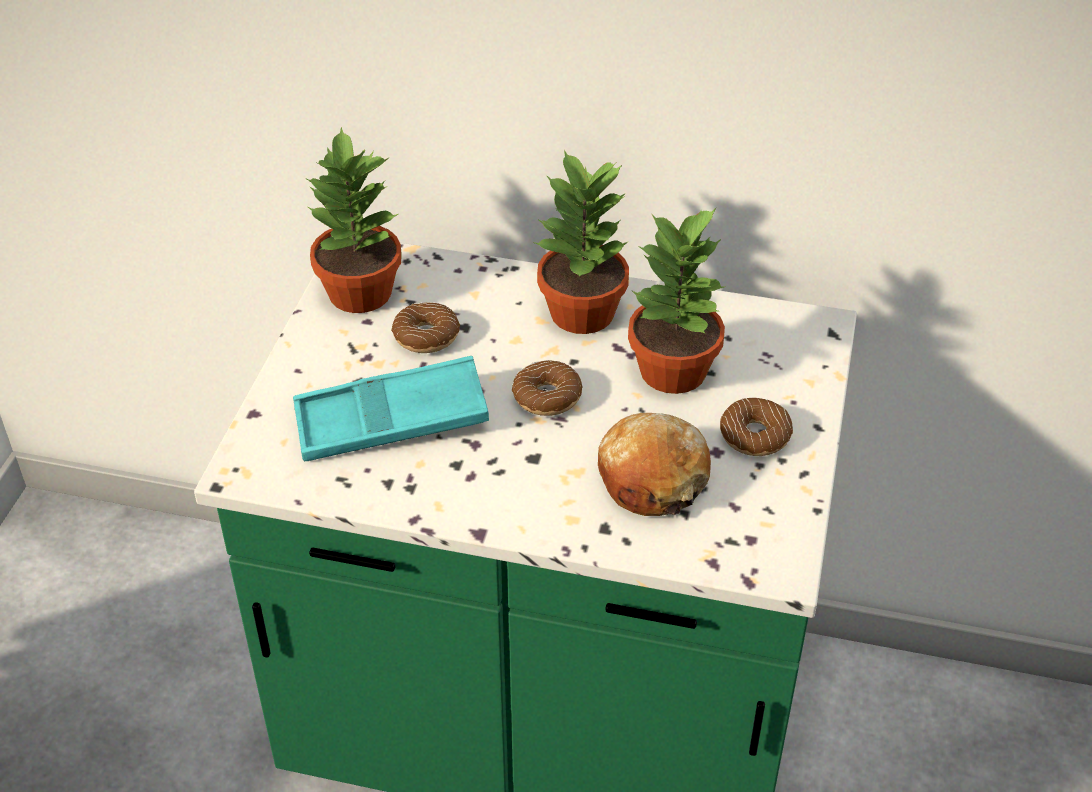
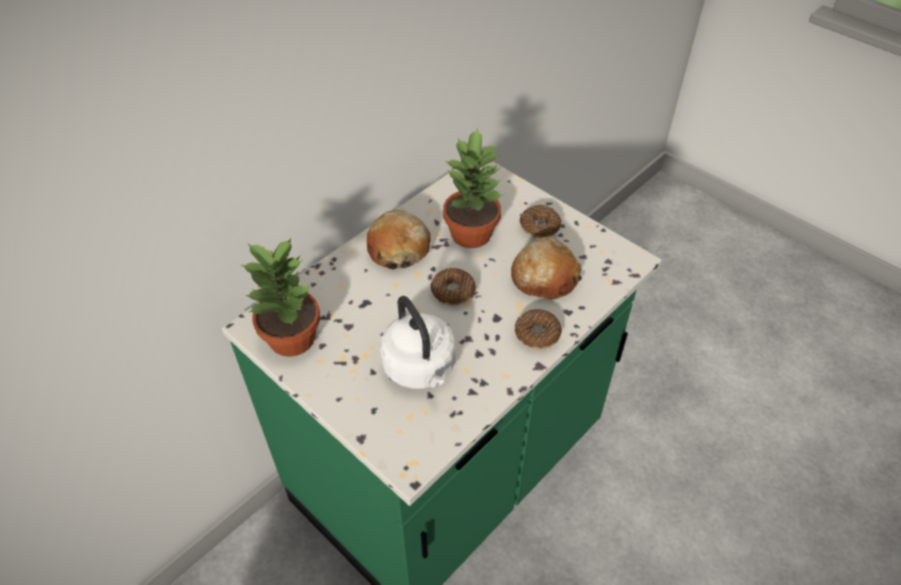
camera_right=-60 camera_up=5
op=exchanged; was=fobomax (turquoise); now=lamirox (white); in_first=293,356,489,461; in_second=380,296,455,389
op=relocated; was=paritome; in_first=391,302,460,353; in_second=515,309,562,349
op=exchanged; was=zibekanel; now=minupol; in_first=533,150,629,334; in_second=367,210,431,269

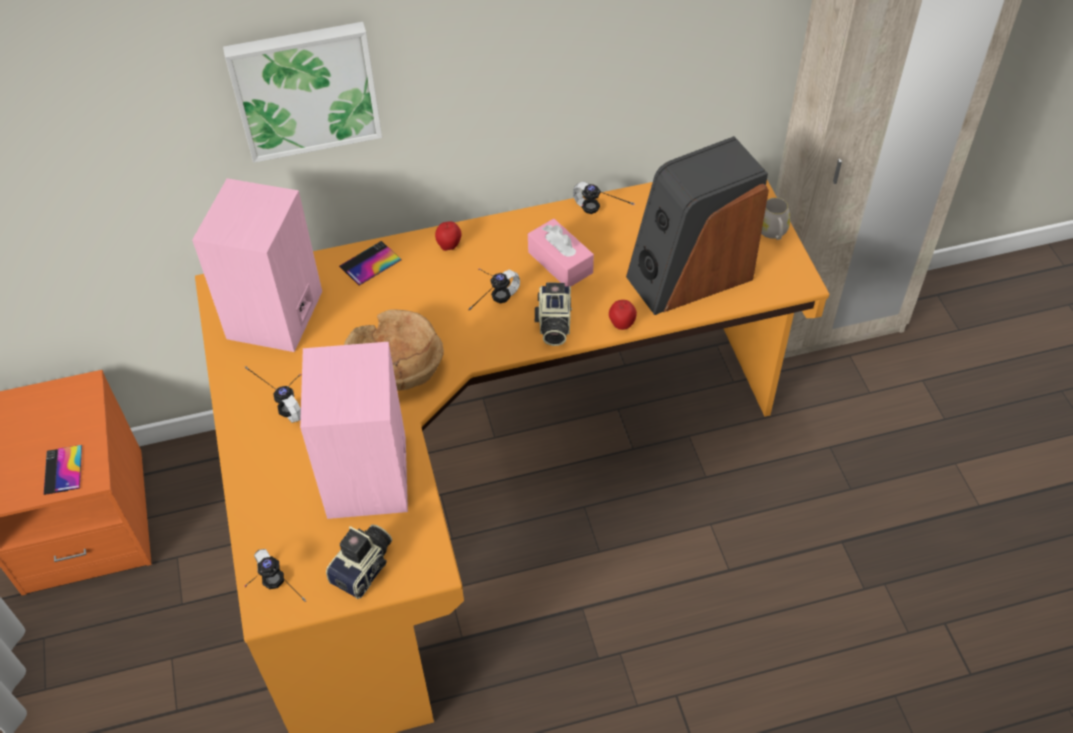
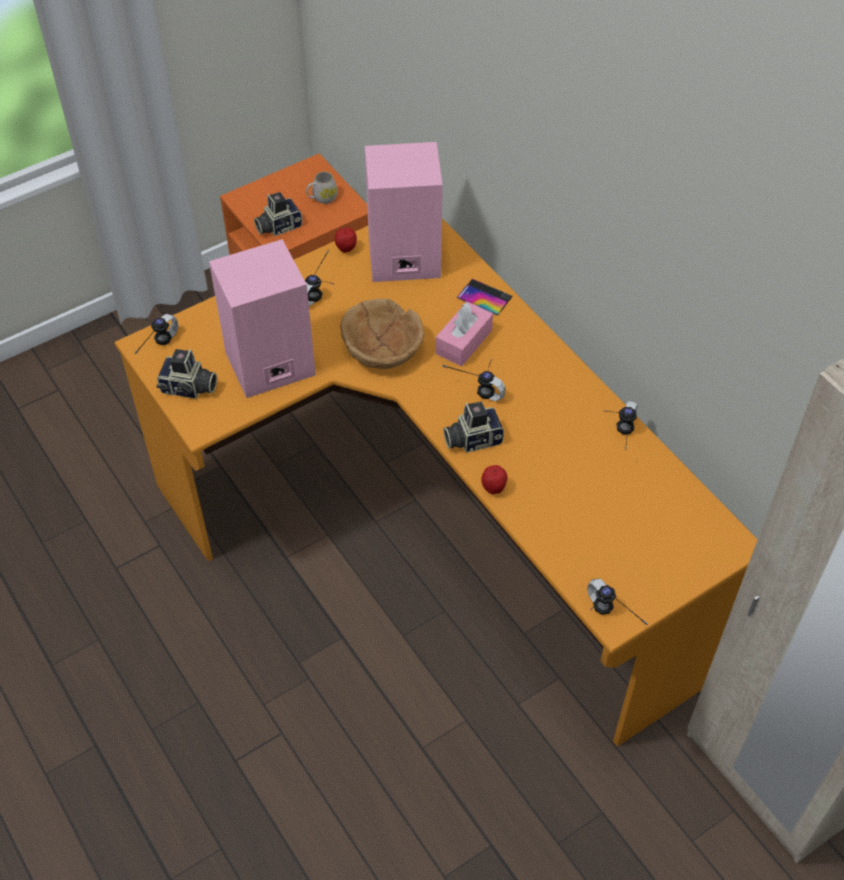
camera_right=70 camera_up=0
op=exchanged; was=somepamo; now=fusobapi; in_first=44,445,82,495; in_second=254,192,302,236
op=missing; was=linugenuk; in_first=223,22,382,163
op=relocated; was=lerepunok; in_first=435,222,462,251; in_second=335,227,357,253
op=relocated; was=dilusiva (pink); in_first=528,219,594,287; in_second=436,301,493,366
op=missing; was=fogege; in_first=626,136,769,315
op=relocated; was=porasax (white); in_first=761,198,790,240; in_second=306,172,338,204
op=appeared; now=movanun; in_second=587,579,648,625

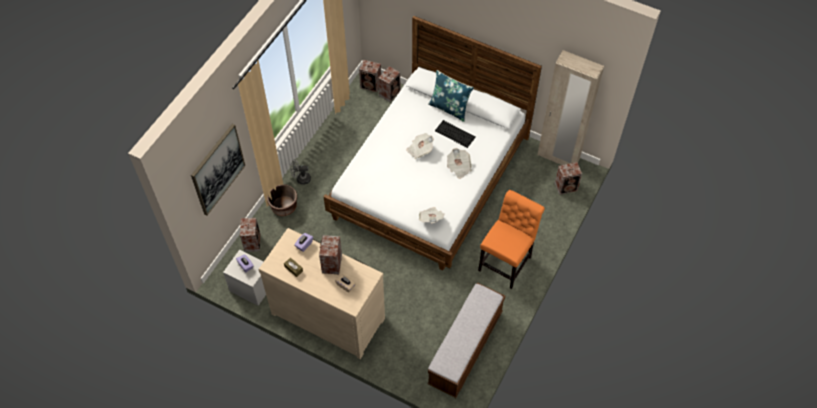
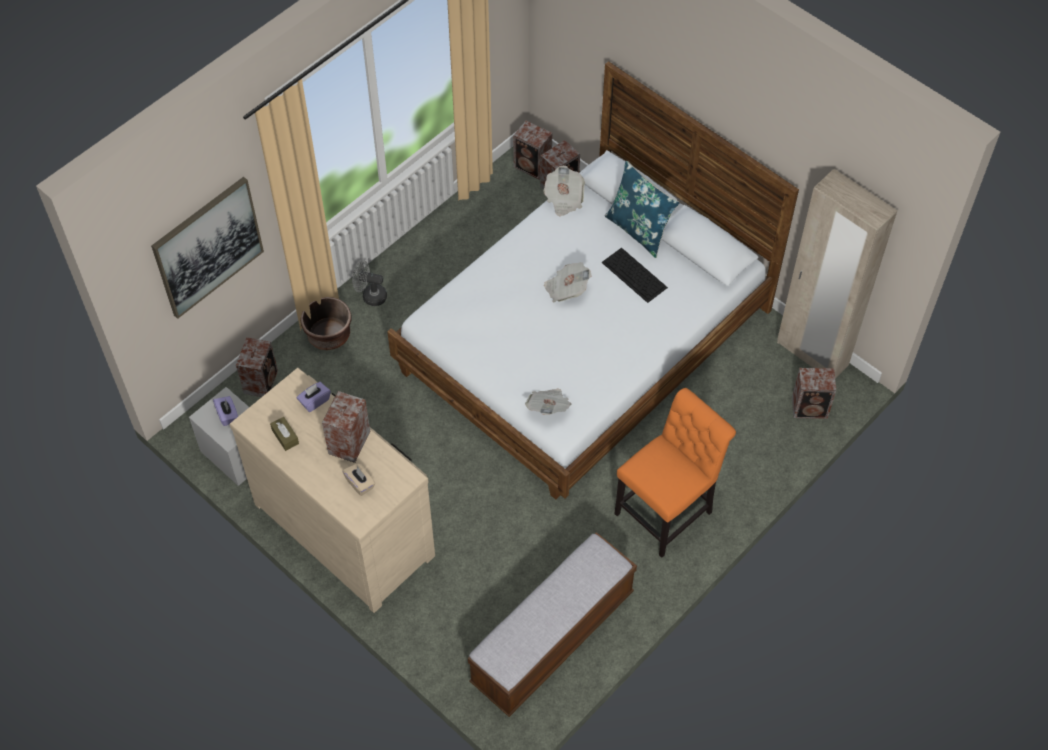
camera_right=15 camera_up=0
op=relocated; was=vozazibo; in_first=447,148,472,179; in_second=543,166,585,216

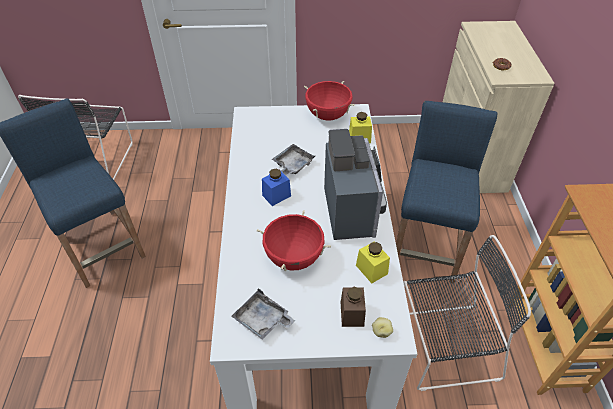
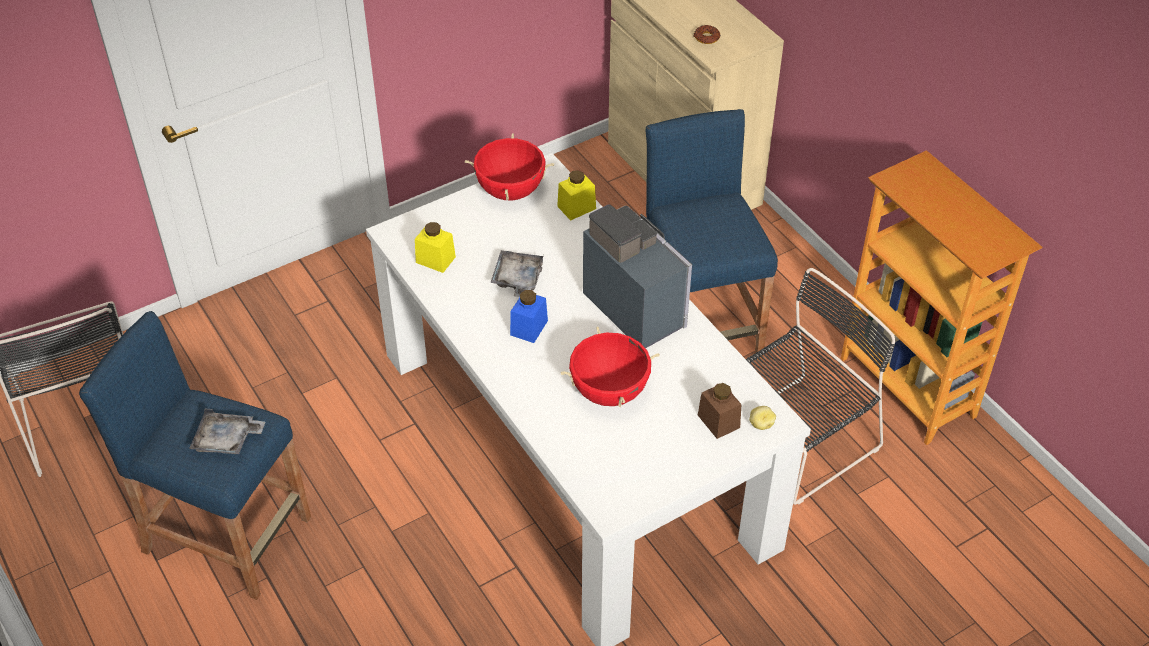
camera_right=-30 camera_up=0
op=relocated; was=fobomax (grey); in_first=232,288,295,340; in_second=189,408,265,454
op=relocated; was=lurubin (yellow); in_first=356,241,390,283; in_second=415,222,456,273

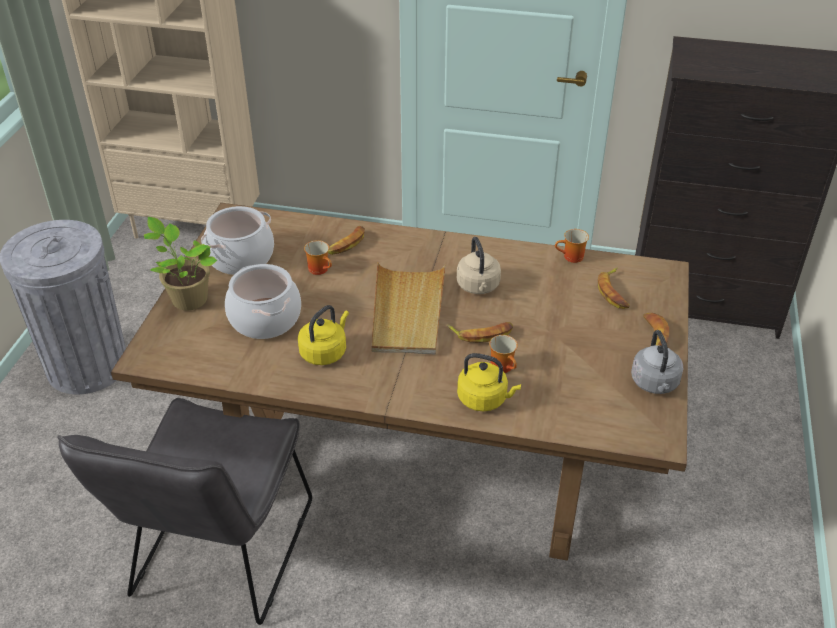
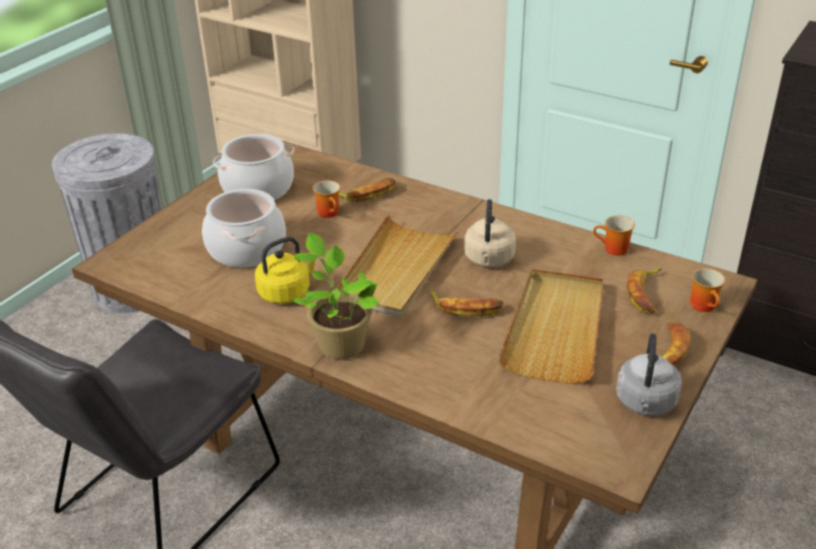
camera_right=20 camera_up=-5
op=relocated; was=zibekanel; in_first=144,217,217,310; in_second=292,233,379,360
op=missing; was=lamirox (yellow); in_first=457,353,521,412
op=relocated; was=porasax; in_first=489,335,518,373; in_second=690,268,725,312
op=appeared; now=fobomax (beige); in_second=498,269,603,384

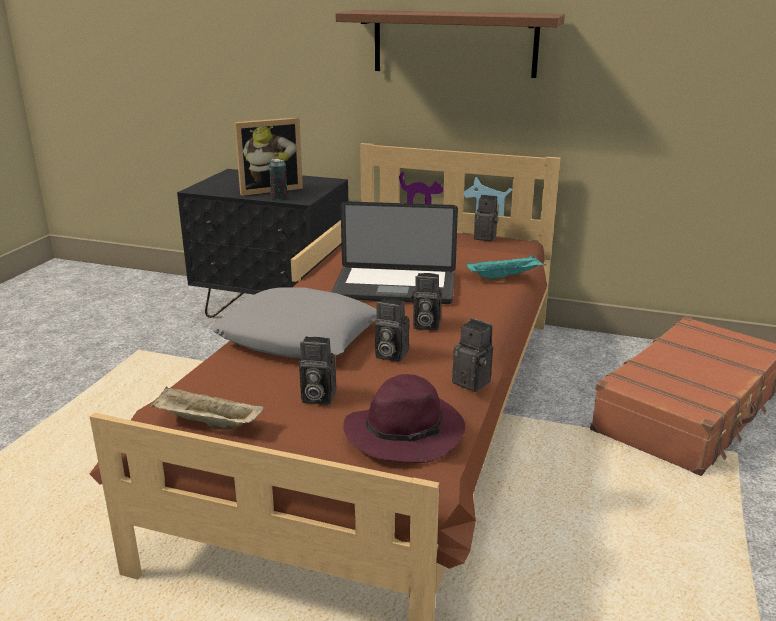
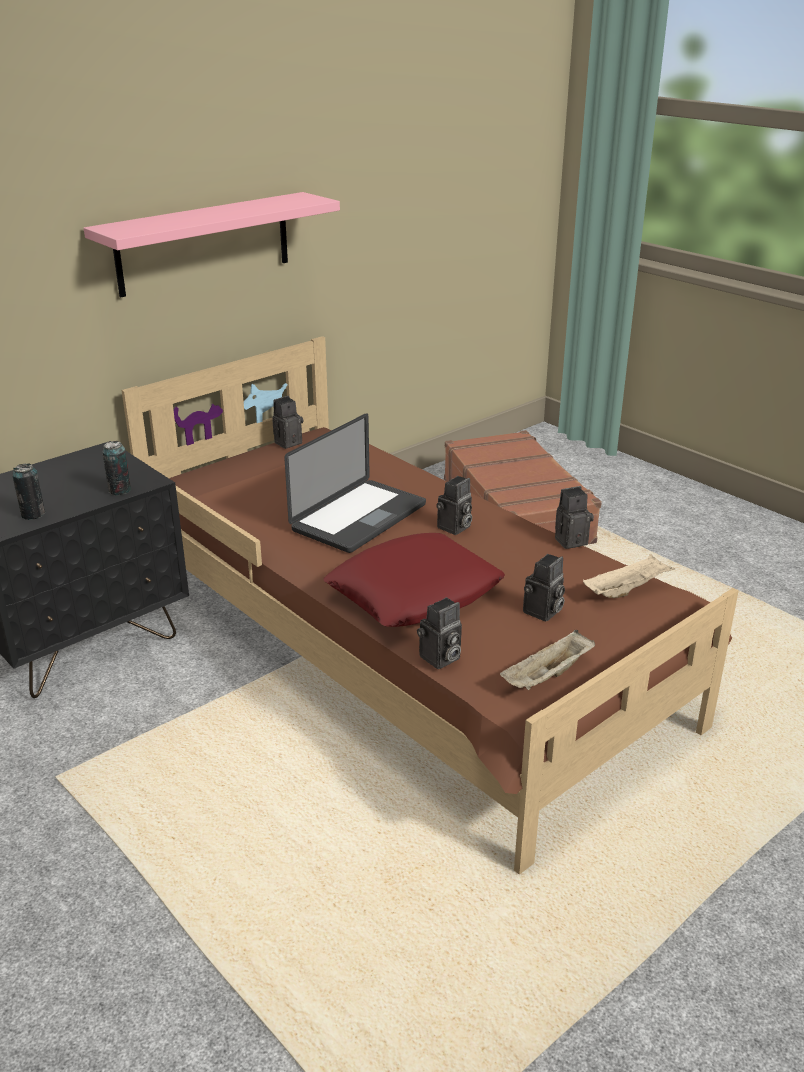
camera_right=-60 camera_up=5
op=colour; was=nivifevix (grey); now=nivifevix (red); in_first=210,287,377,358; in_second=323,533,505,627
op=missing; was=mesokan; in_first=234,117,303,196
op=colour; was=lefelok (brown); now=lefelok (pink); in_first=336,10,565,78; in_second=84,192,340,297
op=exchanged; was=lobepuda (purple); now=fobomax (beige); in_first=343,374,465,463; in_second=583,554,676,598
op=relocated; was=fusobapi; in_first=375,299,409,362; in_second=417,597,462,669
op=missing; was=fobomax (turquoise); in_first=466,254,546,281
op=appeared; now=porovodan; in_second=12,463,45,520

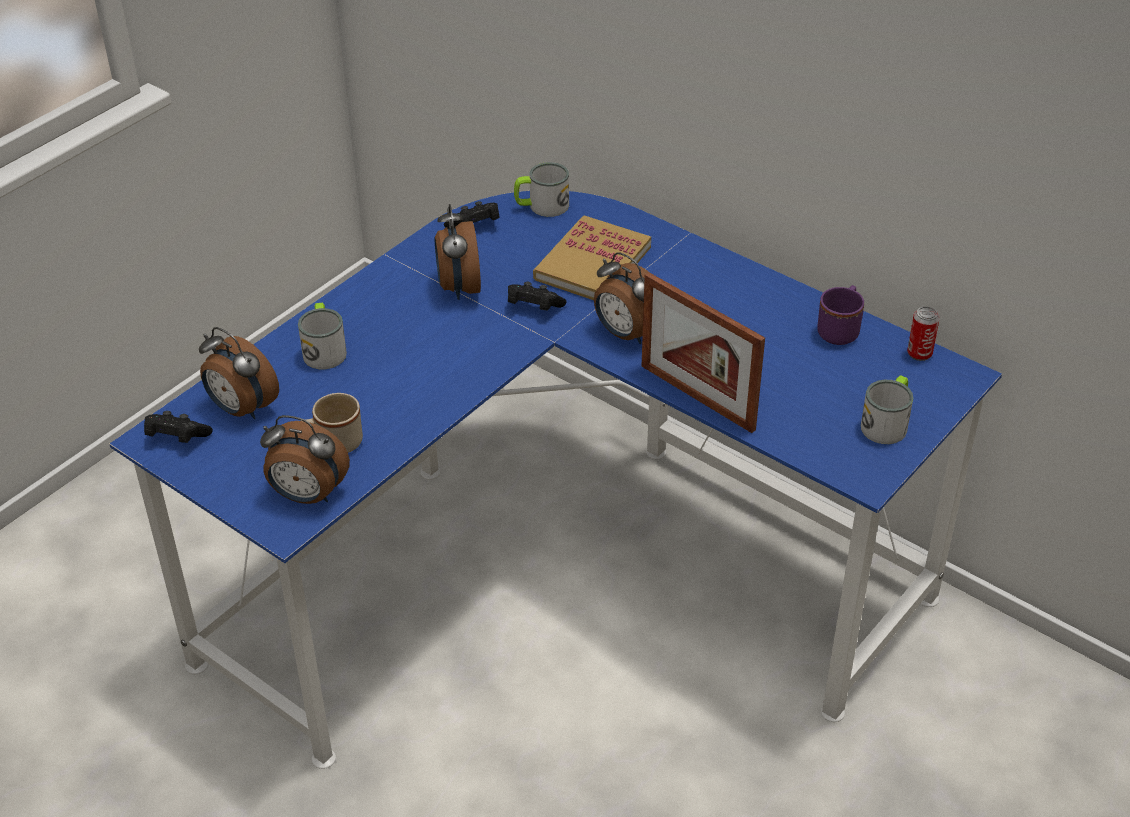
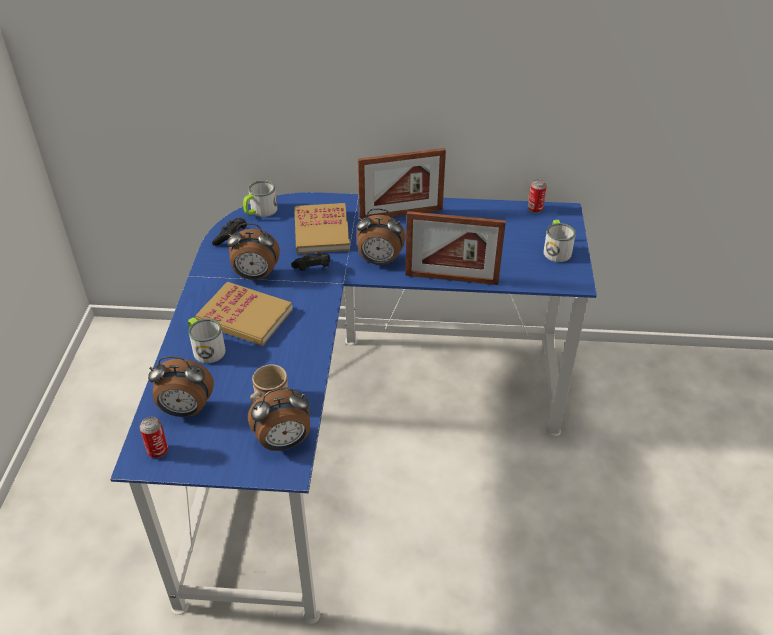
camera_right=-35 camera_up=0
op=exchanged; was=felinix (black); now=porovodan; in_first=144,411,213,443; in_second=140,417,168,458
op=spun; was=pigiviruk; in_first=435,204,481,300; in_second=227,223,280,280; clockwise=-45
op=missing; was=porasax (purple); in_first=817,285,864,345
op=appeared; now=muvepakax; in_second=195,282,293,346
op=appeared; now=mesokan; in_second=358,148,446,219

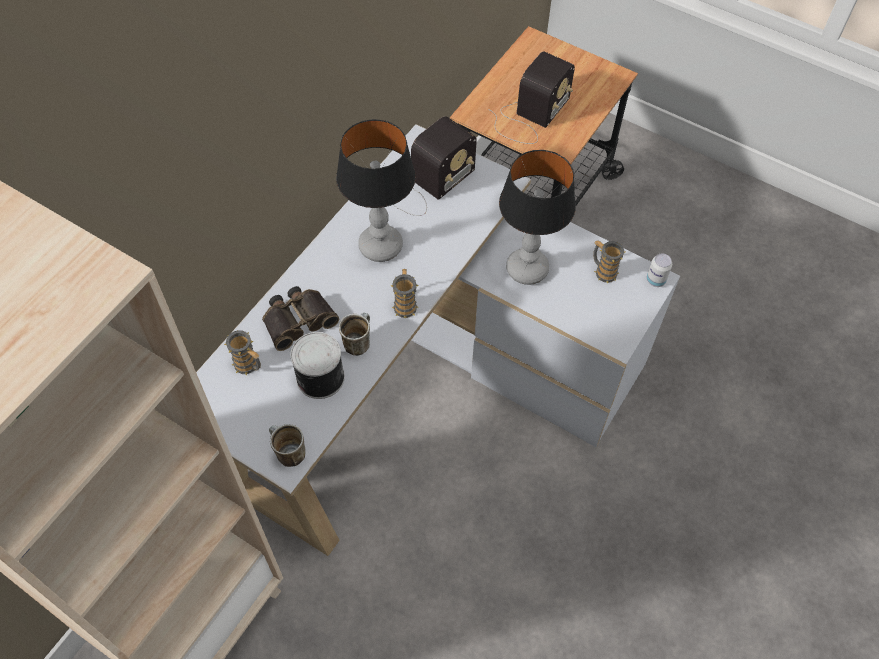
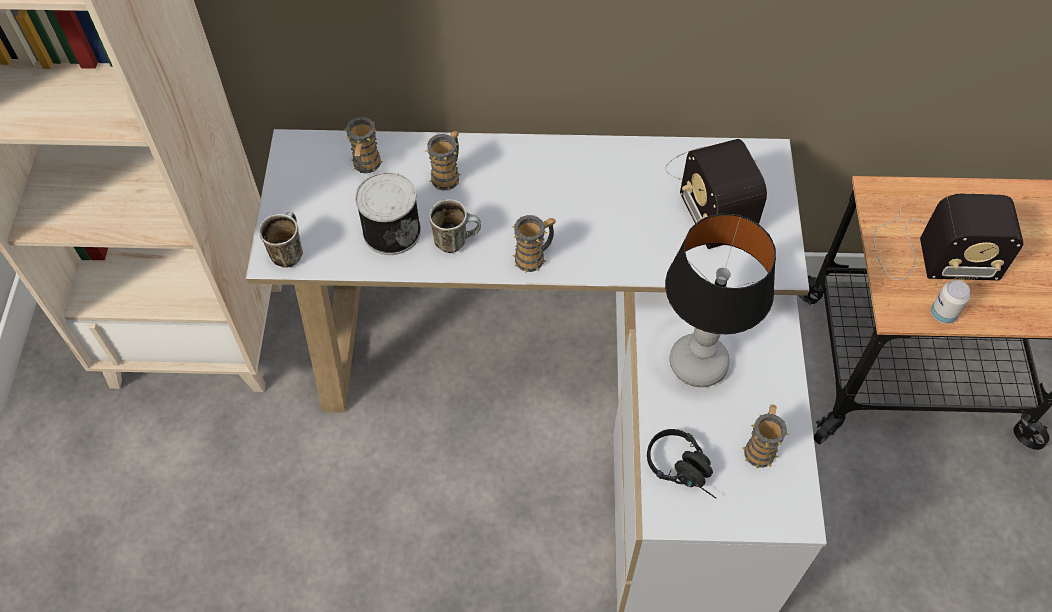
camera_right=60 camera_up=0
op=exchanged; was=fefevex; now=porasax; in_first=262,286,339,351; in_second=426,131,461,190
op=missing; was=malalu; in_first=336,119,416,262
op=spun; was=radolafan; in_first=393,116,477,216; in_second=665,139,767,249; clockwise=60
op=relocated; was=porovodan; in_first=646,254,672,287; in_second=931,280,970,324
op=appeared; now=movanun (black); in_second=647,429,716,499

